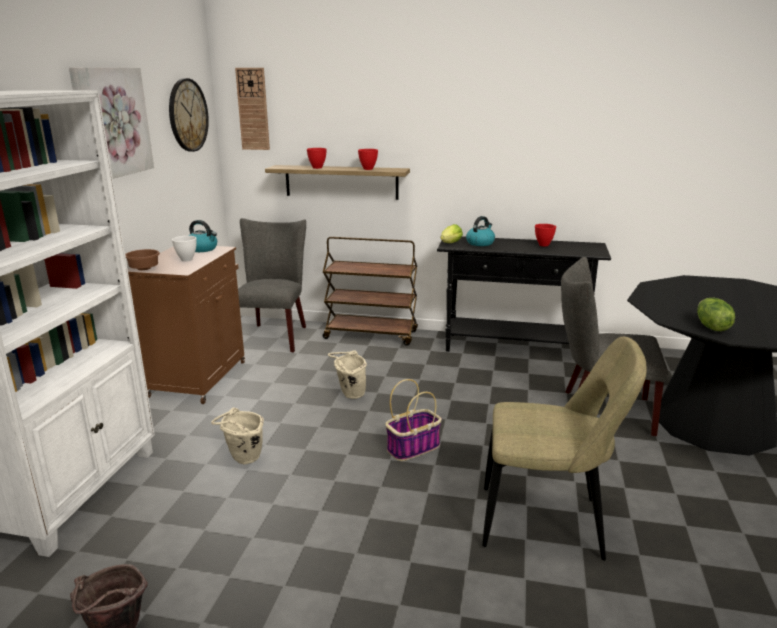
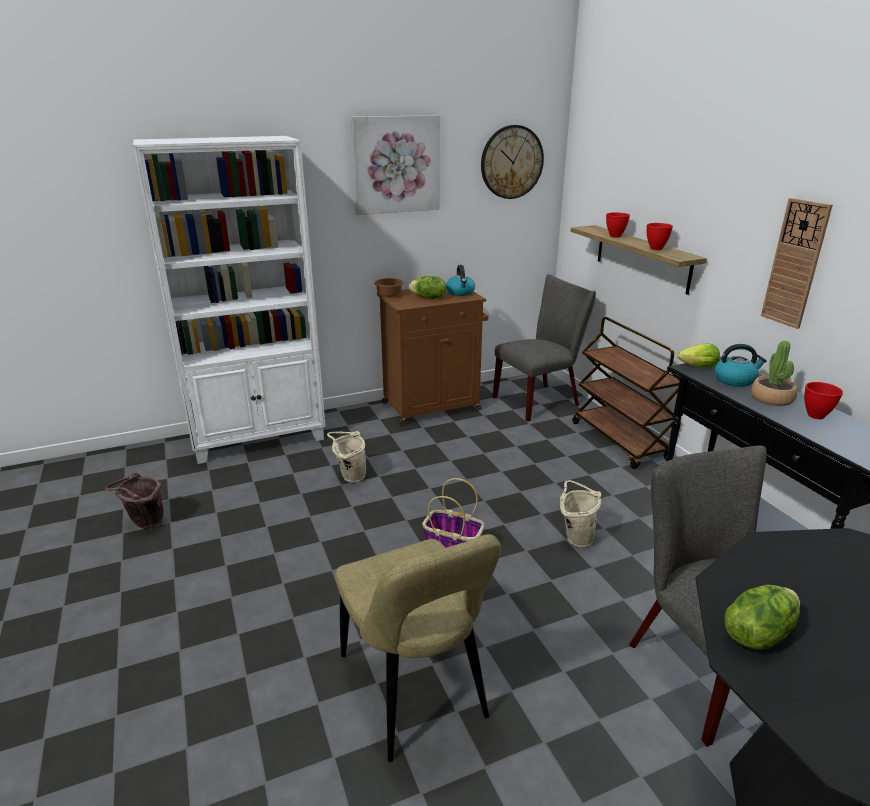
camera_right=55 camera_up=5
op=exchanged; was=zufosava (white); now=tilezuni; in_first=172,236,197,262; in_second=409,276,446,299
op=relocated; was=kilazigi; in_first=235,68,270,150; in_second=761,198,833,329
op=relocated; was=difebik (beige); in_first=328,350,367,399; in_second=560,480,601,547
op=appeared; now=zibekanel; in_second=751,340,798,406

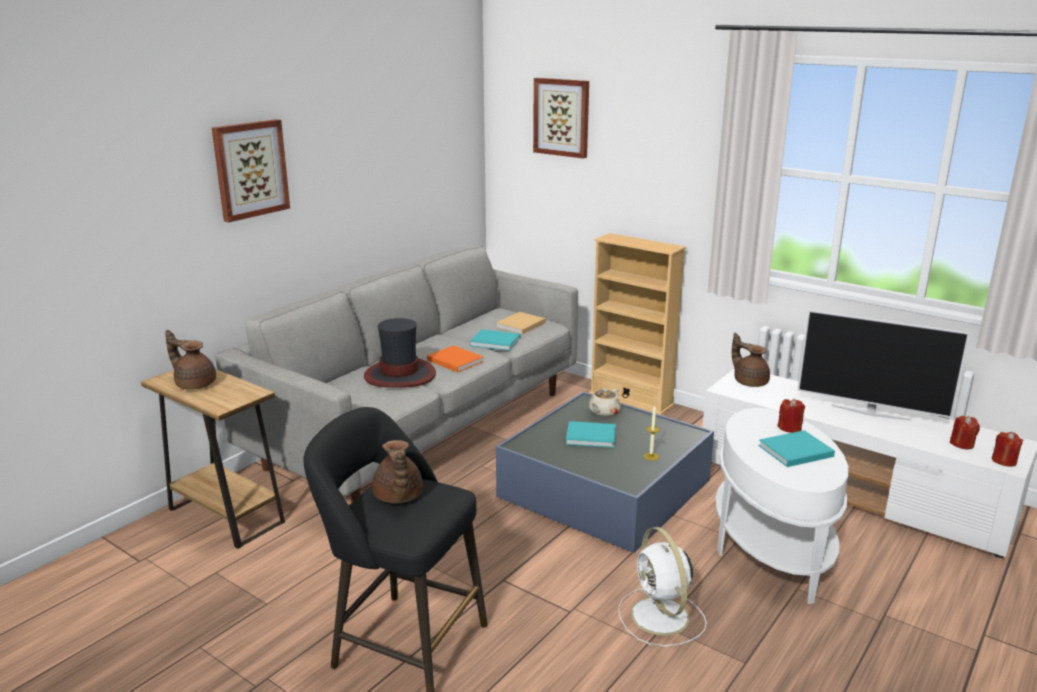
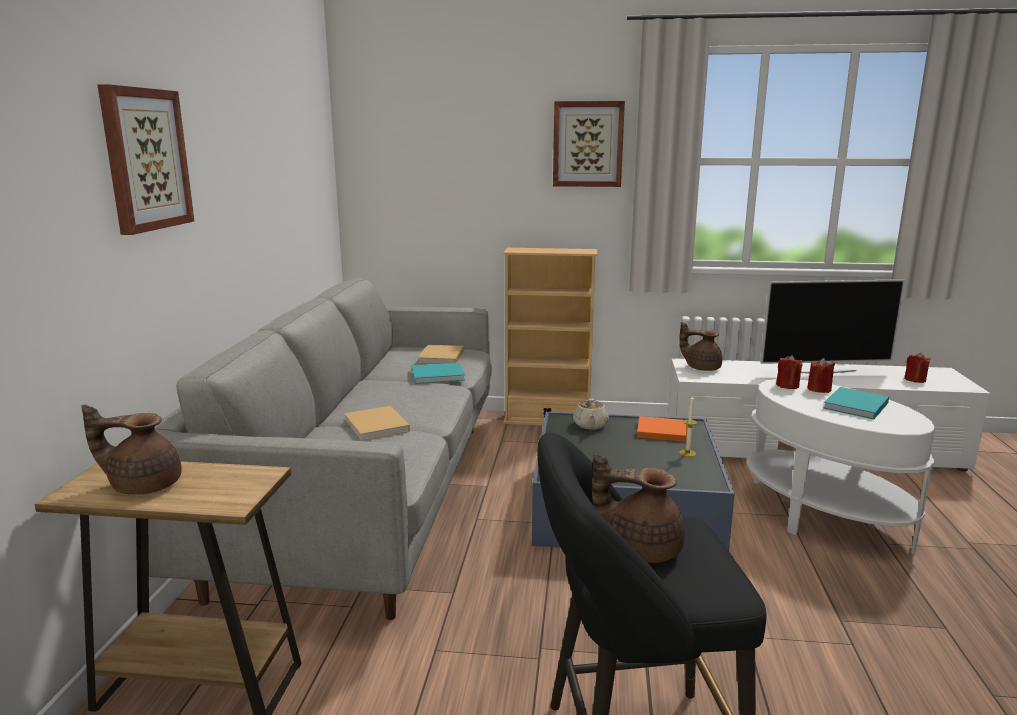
camera_right=-30 camera_up=-5
op=exchanged; was=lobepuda; now=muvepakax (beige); in_first=364,318,436,388; in_second=344,406,410,441
op=spun; was=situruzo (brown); in_first=372,440,422,504; in_second=592,453,685,563; clockwise=150
op=relocated; was=muvepakax (orange); in_first=427,345,484,372; in_second=637,416,688,442
op=relocated; was=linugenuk; in_first=533,78,589,159; in_second=553,101,625,187
op=missing; was=muvepakax (turquoise); in_first=566,421,616,448
op=missing; was=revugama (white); in_first=618,527,707,647
op=relocated; was=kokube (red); in_first=992,432,1023,467; in_second=776,355,803,389

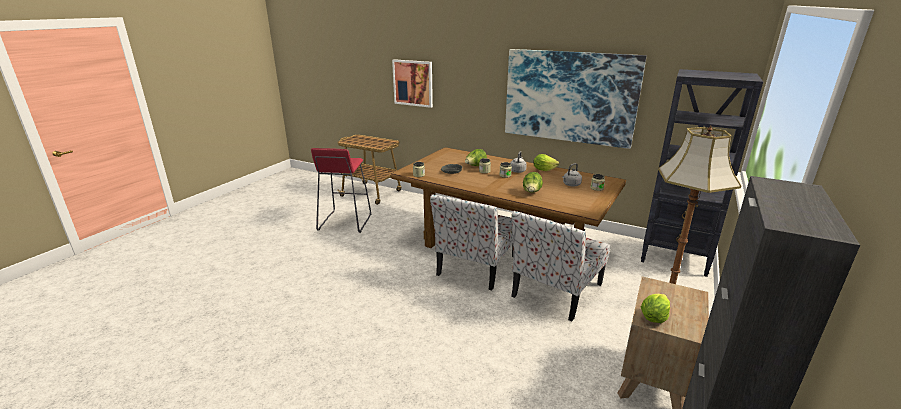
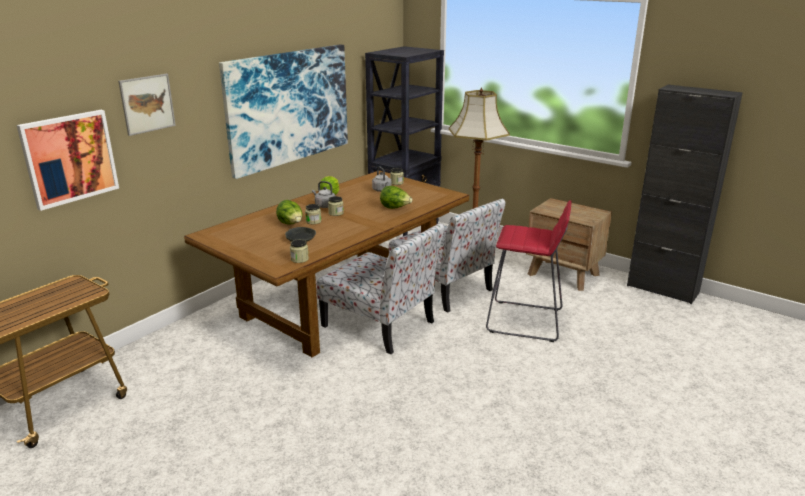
camera_right=-80 camera_up=0
op=relocated; was=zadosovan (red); in_first=311,148,371,233; in_second=486,200,572,342
op=missing; was=tilezuni; in_first=641,294,670,323
op=appeared; now=linugenuk; in_second=118,74,176,136

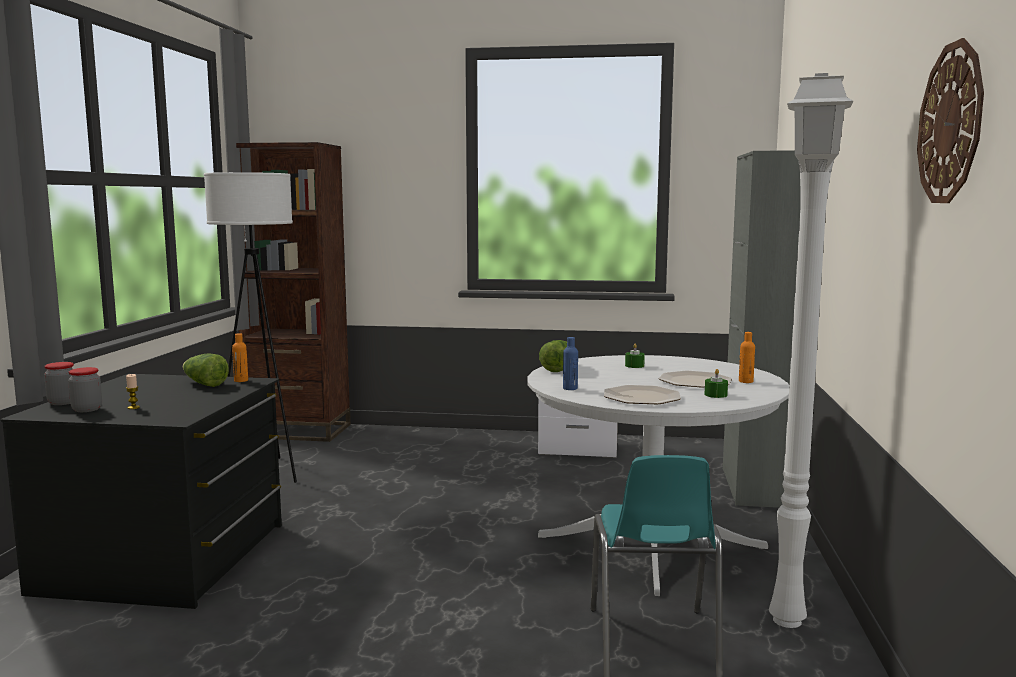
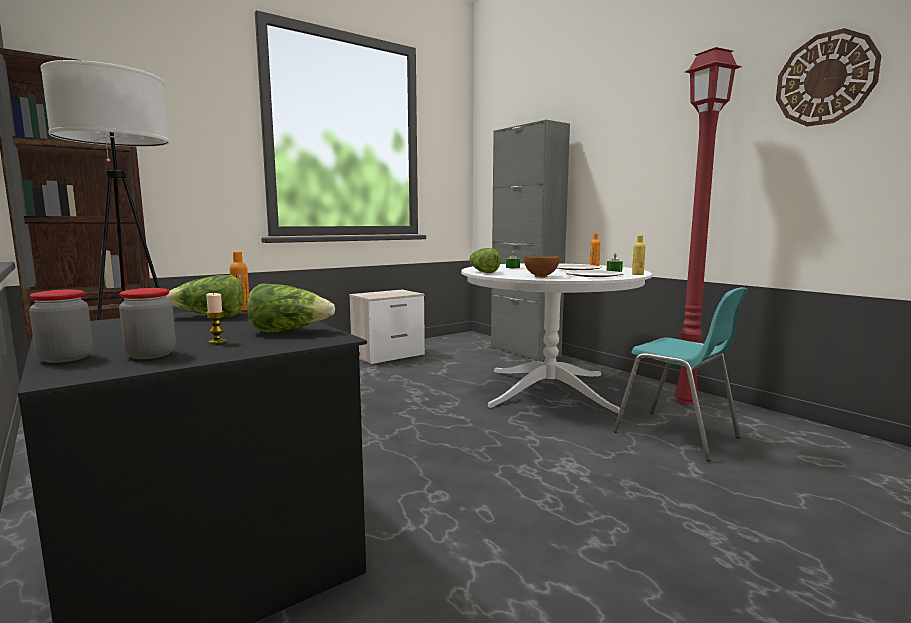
camera_right=-45 camera_up=0
op=exchanged; was=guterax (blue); now=zufosava; in_first=563,337,578,390; in_second=524,255,560,278
op=colour; was=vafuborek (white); now=vafuborek (red); in_first=769,73,853,628; in_second=674,47,742,405
op=appeared; now=tilezuni; in_second=247,283,335,332
op=appeared; now=guterax (yellow); in_second=632,235,645,275

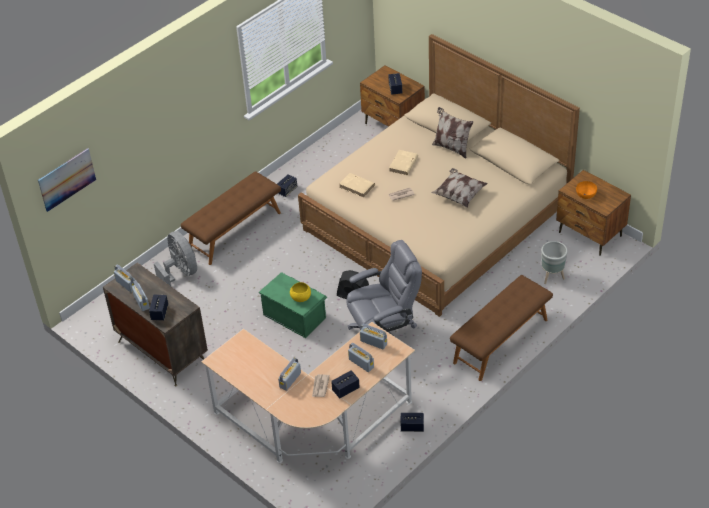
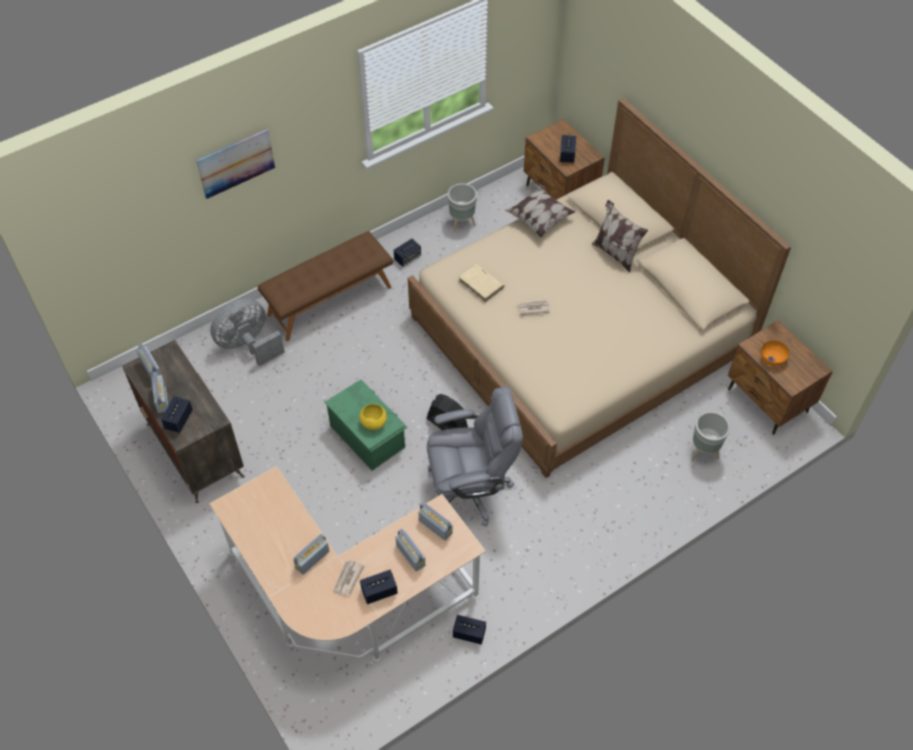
camera_right=10 camera_up=10
op=relocated; was=linugenuk; in_first=38,148,96,212; in_second=196,129,275,199
op=spun; was=revugama (grey); in_first=154,231,197,286; in_second=210,298,285,366; clockwise=-105
op=missing; was=muvepakax (beige); in_first=389,150,418,175
op=relocated; was=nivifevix; in_first=431,168,488,208; in_second=504,184,576,238
op=missing; was=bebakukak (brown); in_first=450,275,553,381
op=appeared; now=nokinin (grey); in_second=447,183,477,233

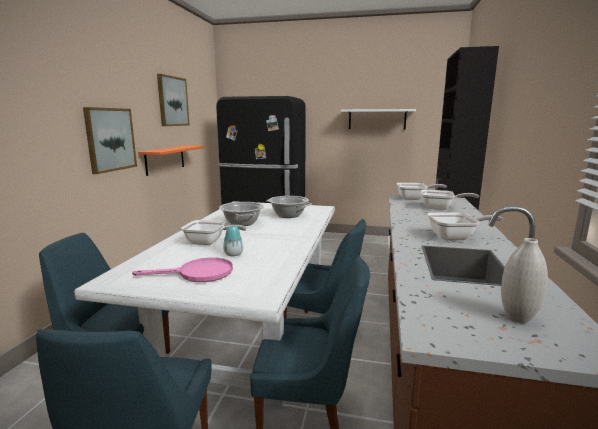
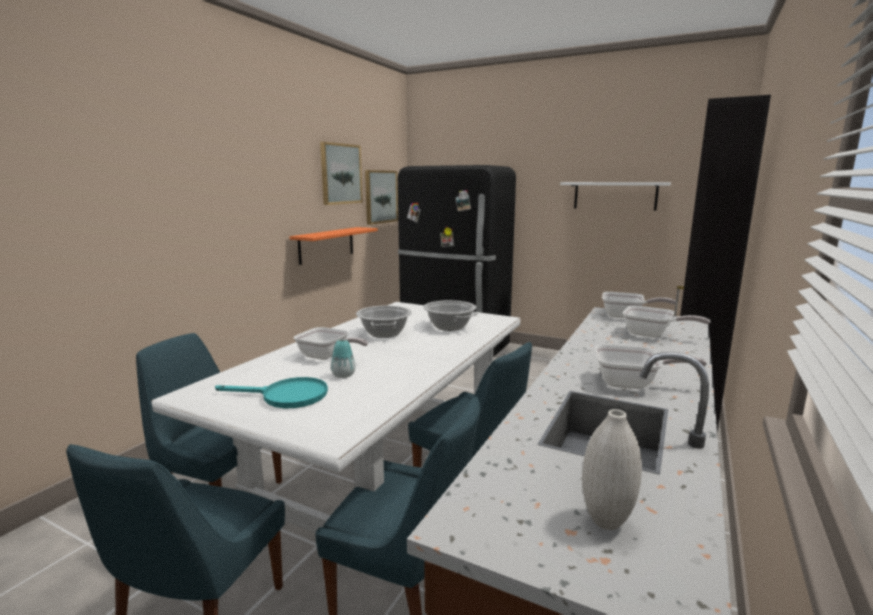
camera_right=15 camera_up=0
op=relocated; was=linugenuk; in_first=83,107,137,174; in_second=365,170,398,225
op=colour; was=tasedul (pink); now=tasedul (turquoise); in_first=132,257,233,282; in_second=215,377,328,408

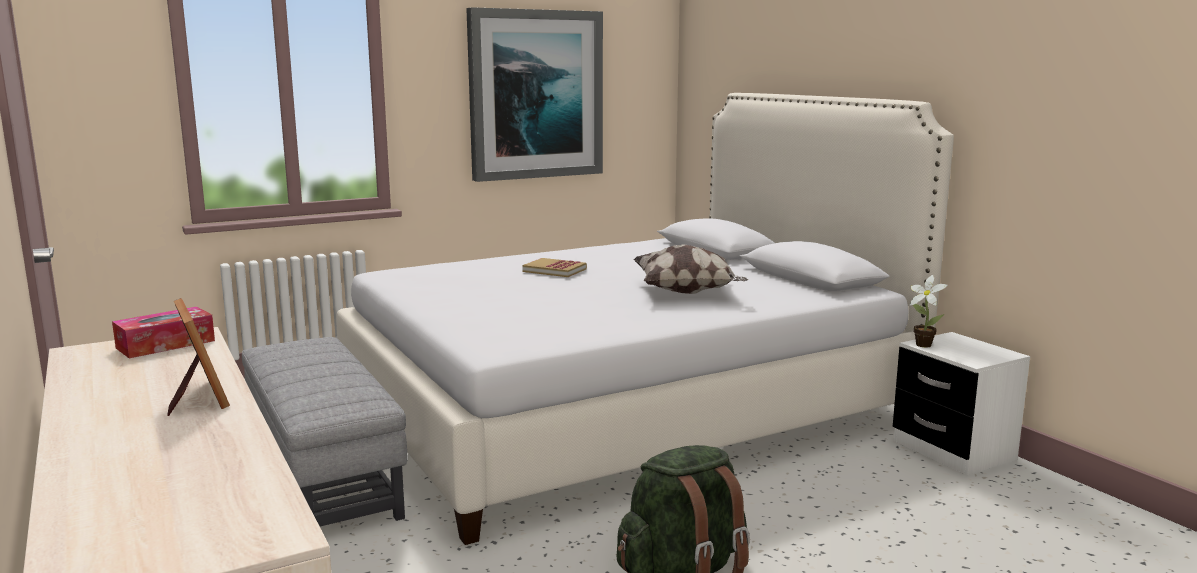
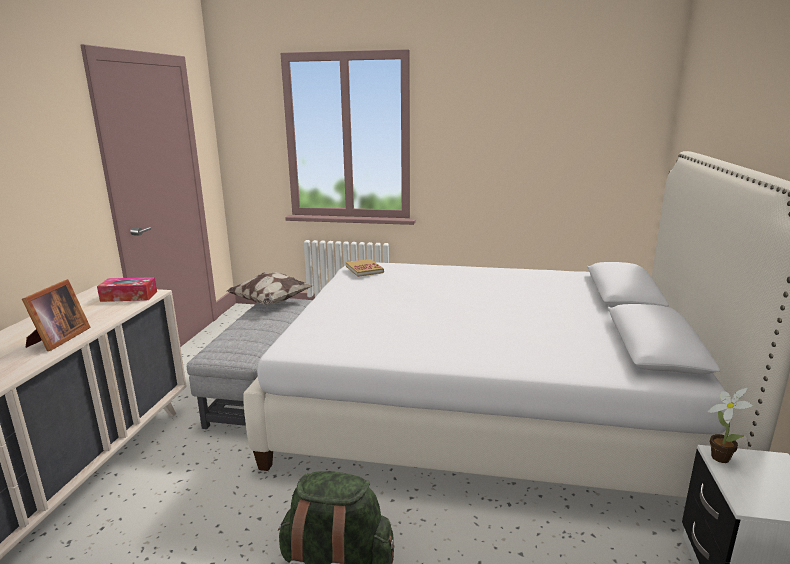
camera_right=40 camera_up=5
op=missing; was=linugenuk; in_first=466,7,603,182
op=relocated; was=muvepakax; in_first=522,258,587,277; in_second=346,259,384,277
op=relocated; was=nivifevix; in_first=633,244,748,294; in_second=227,272,313,305

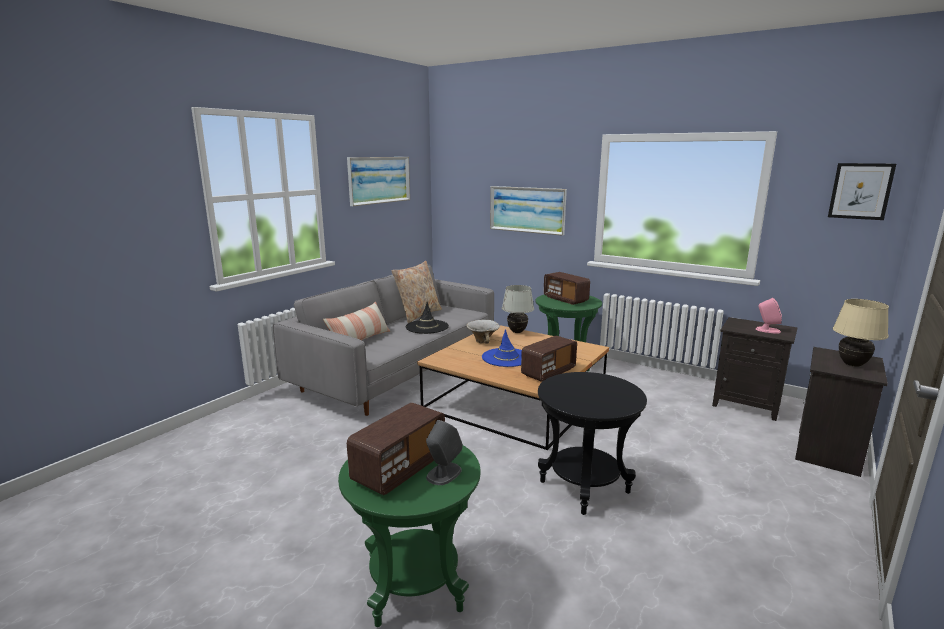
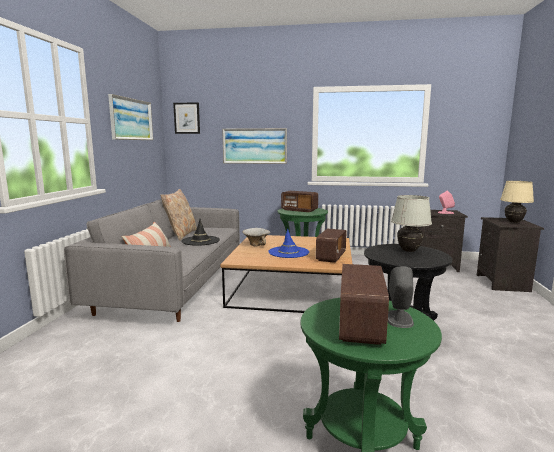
camera_right=-25 camera_up=-5
op=relocated; was=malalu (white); in_first=502,285,534,333; in_second=391,195,432,252
op=relocated; was=linugenuk; in_first=828,163,896,220; in_second=173,102,200,134

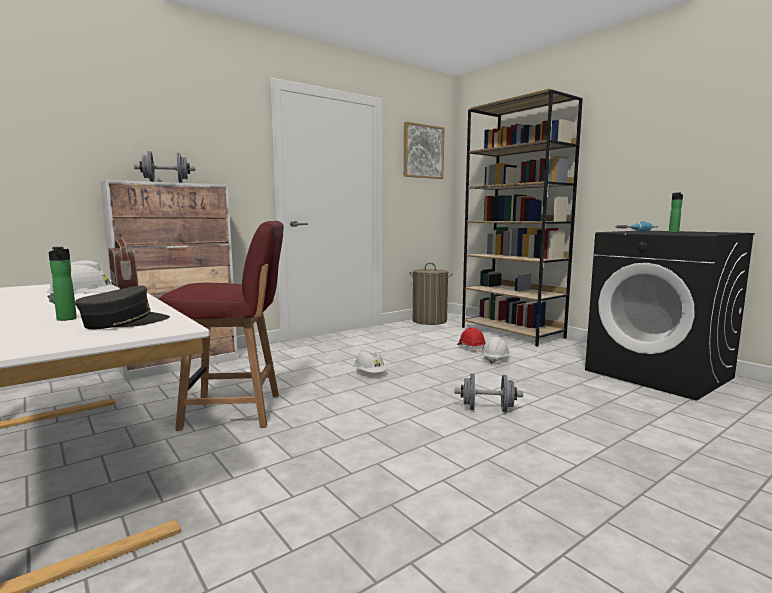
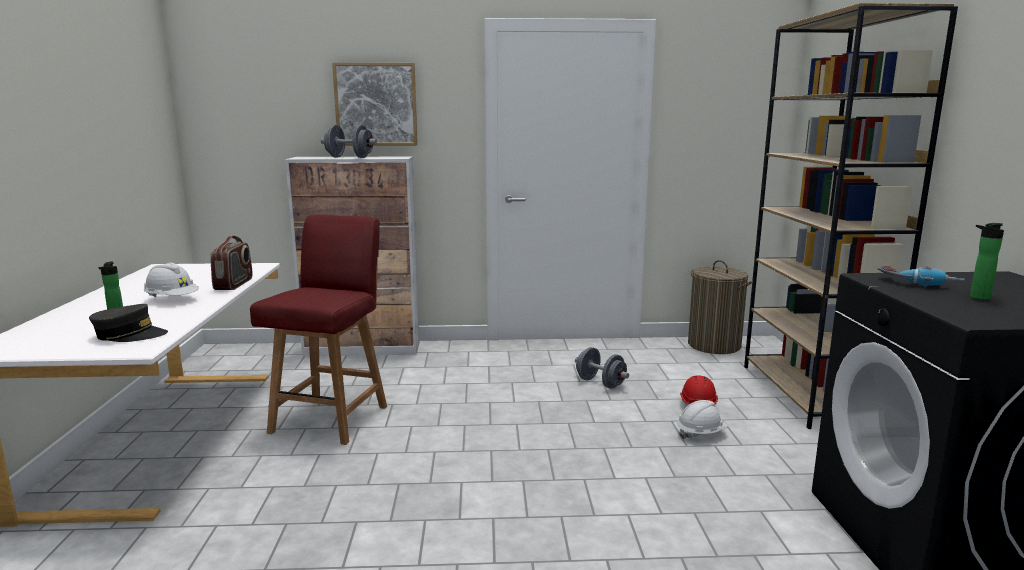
camera_right=35 camera_up=5
op=spun; was=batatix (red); in_first=159,221,284,431; in_second=250,214,387,445; clockwise=-105
op=missing; was=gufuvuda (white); in_first=354,348,387,373
op=relocated; was=linugenuk; in_first=404,122,444,179; in_second=332,63,418,146
op=relocated; was=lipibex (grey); in_first=455,373,523,412; in_second=575,347,629,389

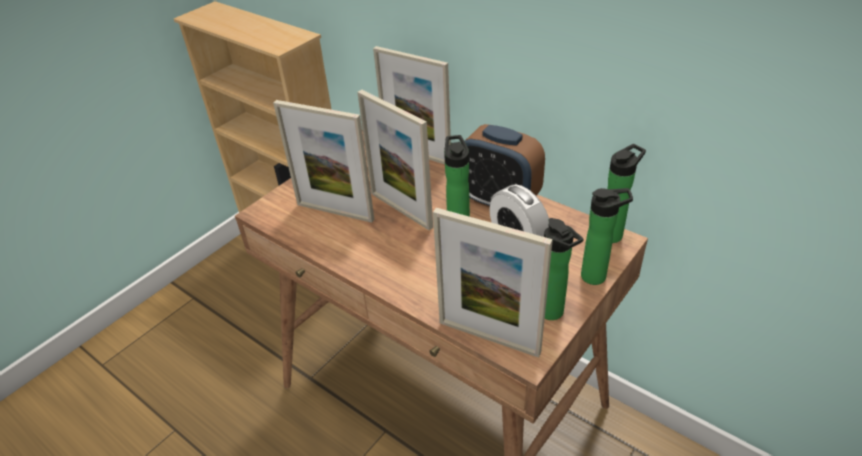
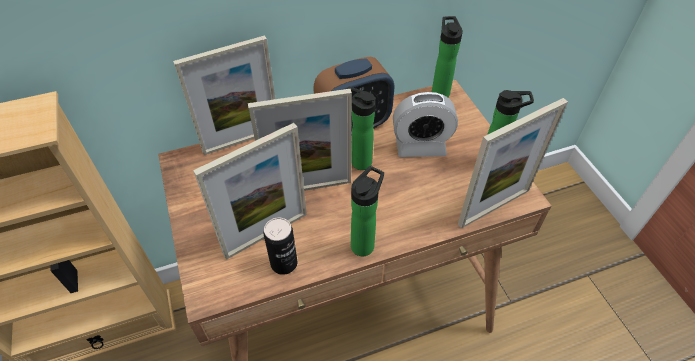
camera_right=-60 camera_up=10
op=relocated; was=guterax; in_first=581,188,633,285; in_second=351,166,384,256
op=appeared; now=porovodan; in_second=264,218,297,275

